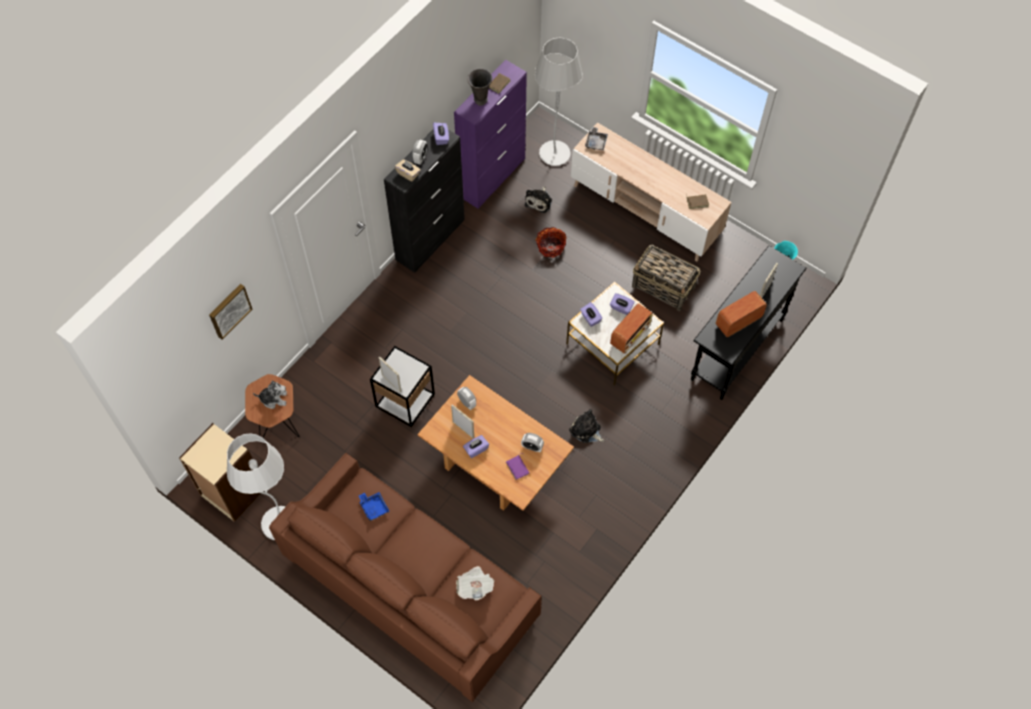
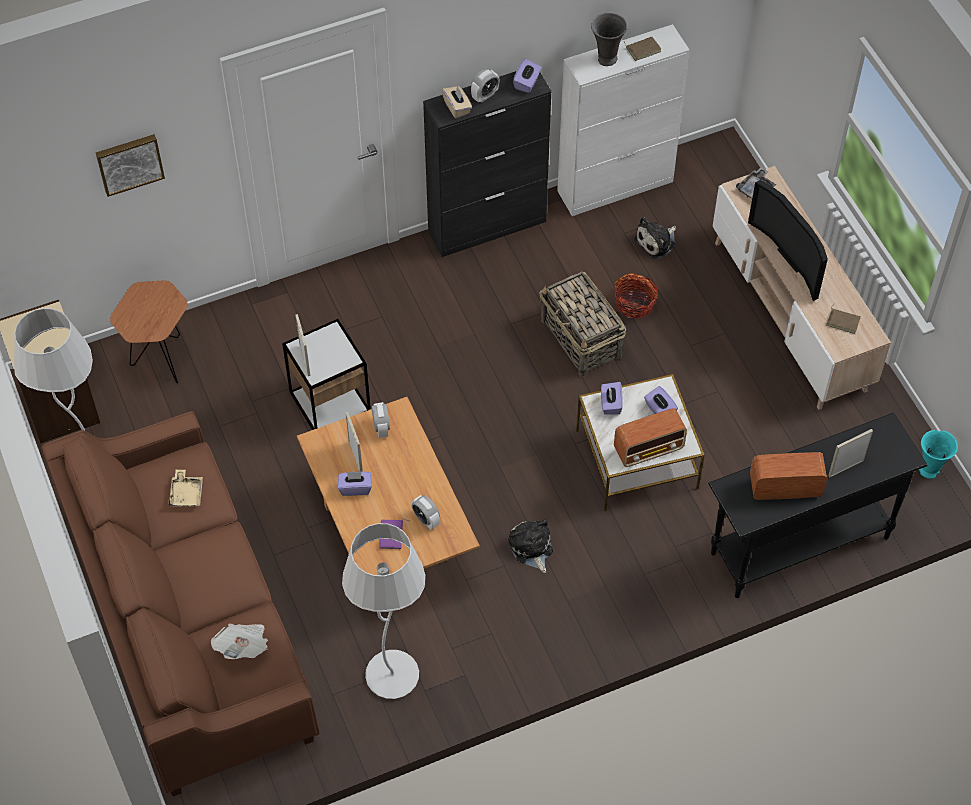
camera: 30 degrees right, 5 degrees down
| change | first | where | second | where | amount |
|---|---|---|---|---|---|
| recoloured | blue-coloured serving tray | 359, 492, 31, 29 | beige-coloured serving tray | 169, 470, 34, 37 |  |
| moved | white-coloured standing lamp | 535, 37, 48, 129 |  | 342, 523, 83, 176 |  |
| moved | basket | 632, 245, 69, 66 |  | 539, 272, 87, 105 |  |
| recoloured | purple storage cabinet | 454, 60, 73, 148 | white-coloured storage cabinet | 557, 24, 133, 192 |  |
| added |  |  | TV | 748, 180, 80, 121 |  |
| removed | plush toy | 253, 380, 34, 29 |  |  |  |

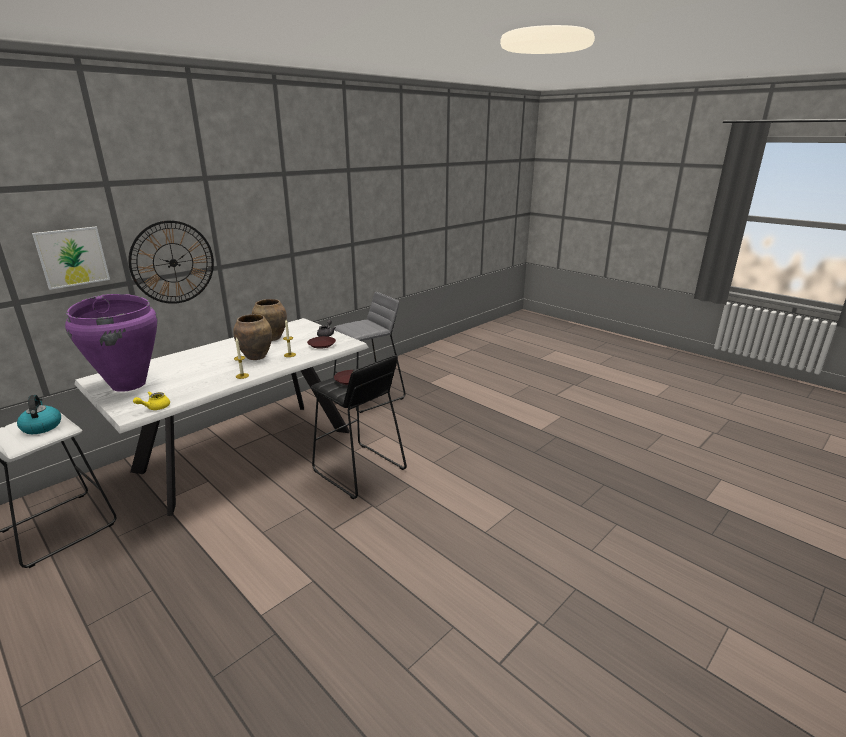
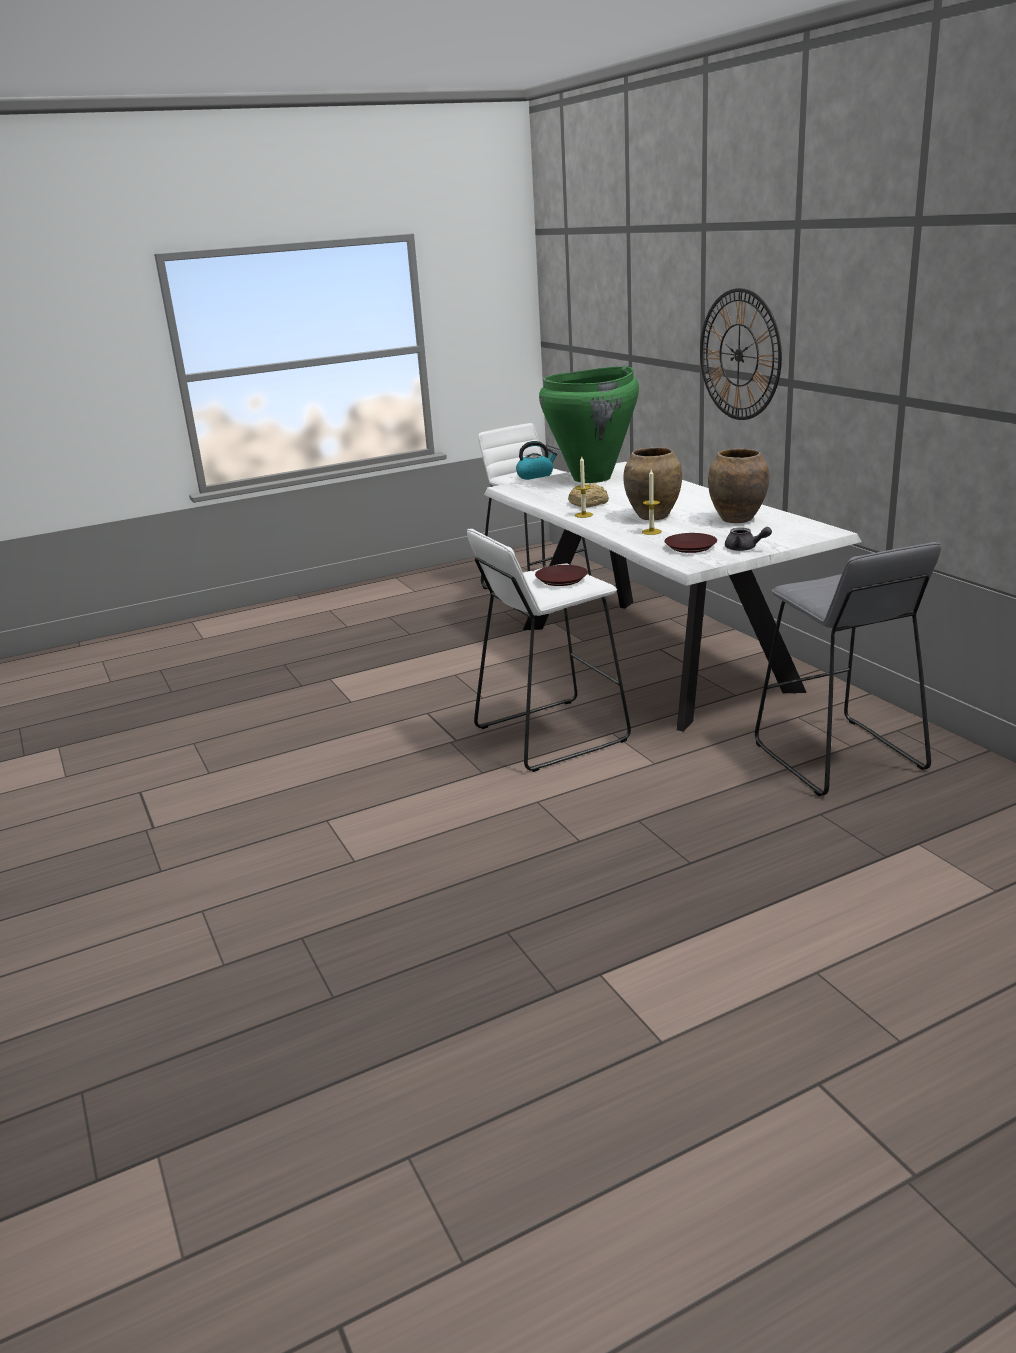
camera: 110 degrees right, 0 degrees up
| change | first | where | second | where | amount |
|---|---|---|---|---|---|
| recoloured | blackish sitting stool | 311, 355, 96, 144 | white-coloured sitting stool | 467, 529, 164, 243 |  |
| recoloured | purple vase | 65, 294, 93, 98 | greenish vase | 539, 366, 100, 117 |  |
| added |  |  | bread | 568, 483, 41, 25 |  |
| removed | picture | 32, 227, 78, 63 |  |  |  |
| removed | yellow tea pot | 133, 391, 37, 19 |  |  |  |

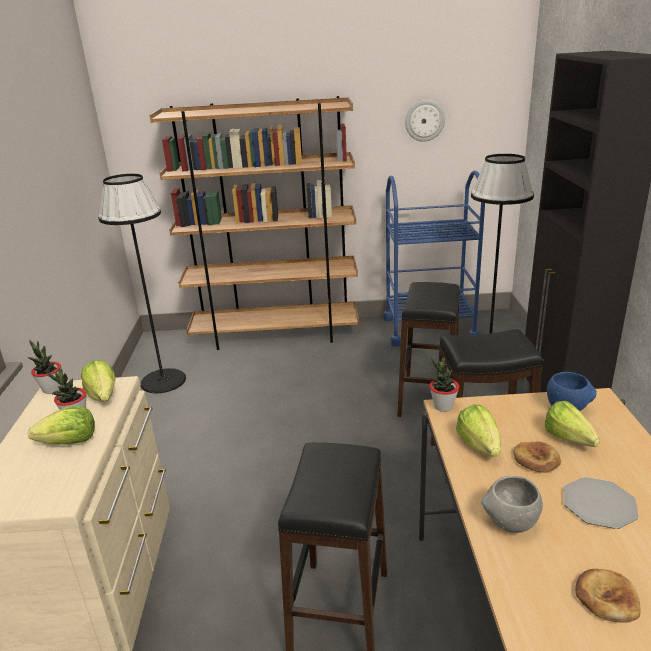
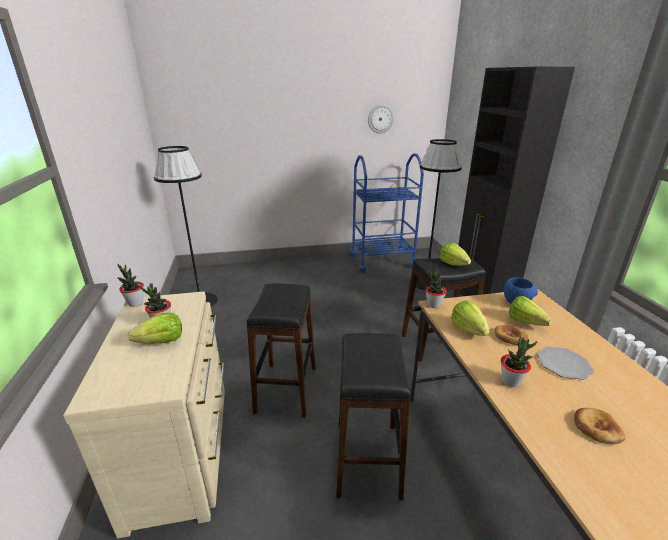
camera: 10 degrees left, 0 degrees up
| change | first | where | second | where | amount |
|---|---|---|---|---|---|
| moved | blackish sitting stool | 397, 282, 63, 135 |  | 246, 284, 70, 134 |  |
| moved | head of lettuce | 81, 360, 34, 42 |  | 440, 243, 31, 23 |  |
| replaced | gray serving bowl | 481, 476, 62, 57 | plant in a pot | 501, 336, 36, 51 |  |
| removed | brown shelving unit | 150, 96, 209, 254 |  |  |  |

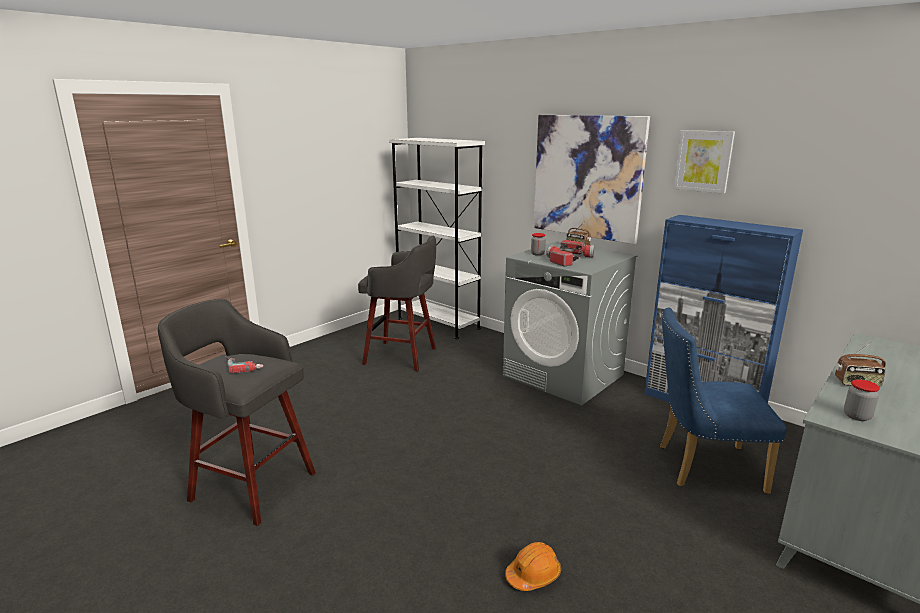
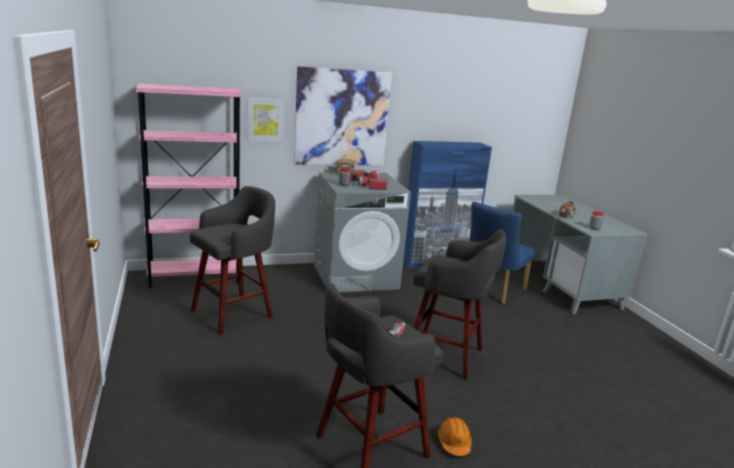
camera: 60 degrees left, 0 degrees up
| change | first | where | second | where | amount |
|---|---|---|---|---|---|
| recoloured | white-coloured shelving unit | 389, 138, 96, 201 | pink-coloured shelving unit | 136, 83, 106, 205 |  |
| moved | picture | 674, 130, 61, 64 |  | 247, 98, 38, 44 |  |
| added |  |  | gray sitting stool | 413, 230, 93, 150 |  |
| moved | orange hard hat | 505, 542, 56, 49 |  | 438, 417, 34, 39 |  |

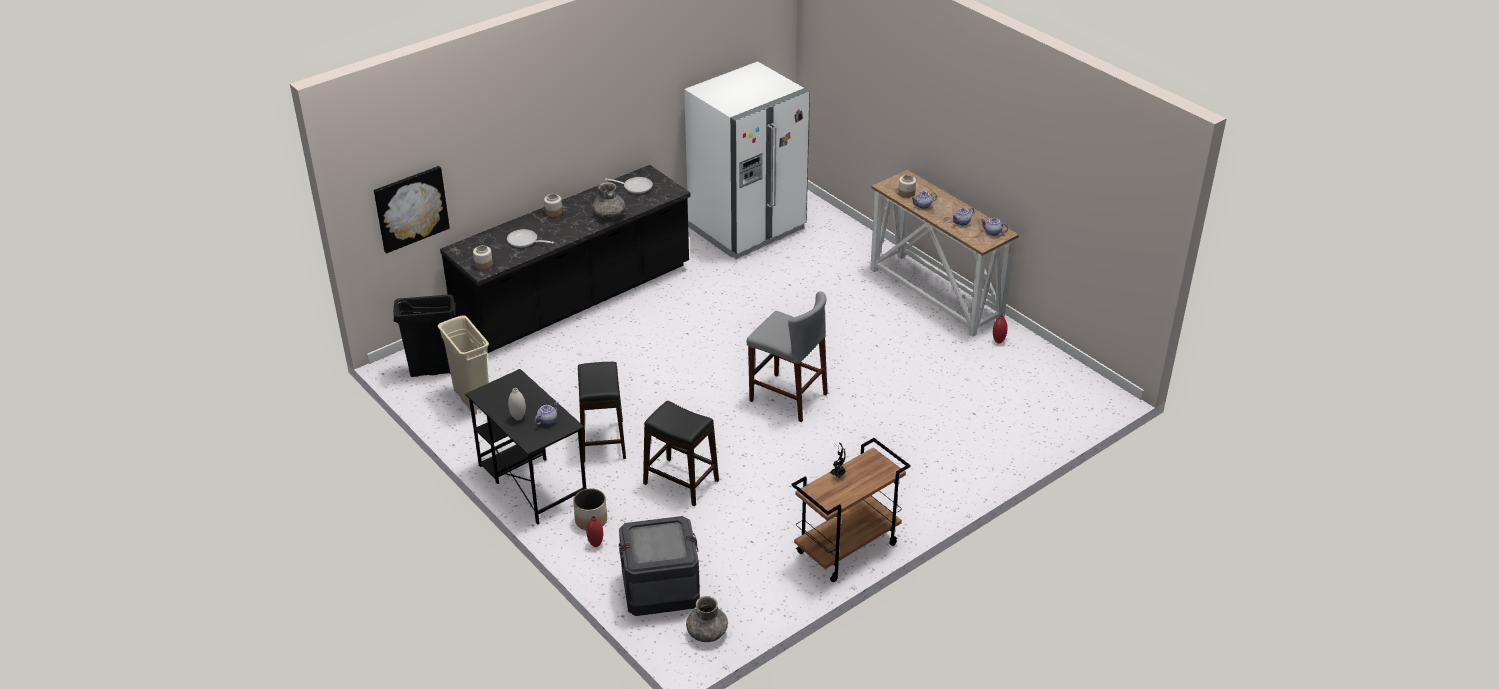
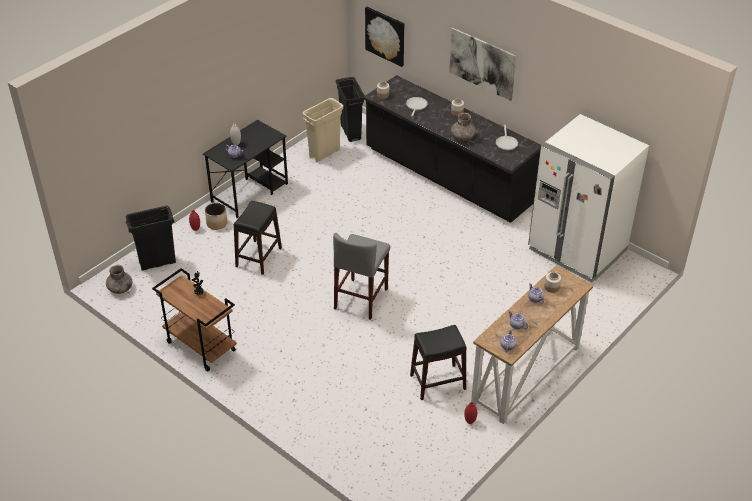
camera: 80 degrees right, 5 degrees up
| change | first | where | second | where | amount |
|---|---|---|---|---|---|
| replaced | crate | 619, 516, 81, 100 | blackish rubbish bin | 126, 206, 50, 65 |  |
| moved | blackish sitting stool | 578, 362, 48, 100 |  | 410, 325, 56, 75 |  |
| added |  |  | picture | 449, 28, 67, 73 |  |

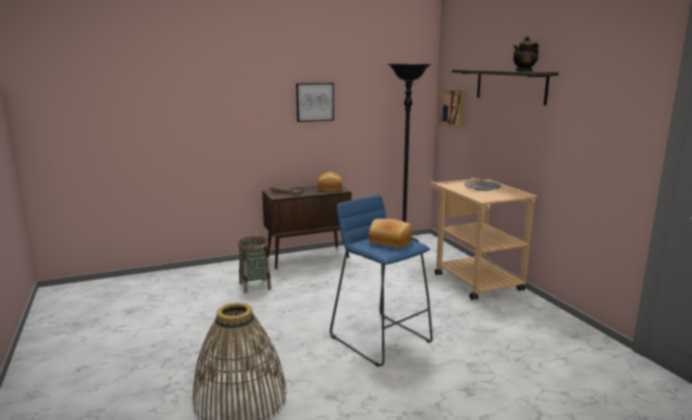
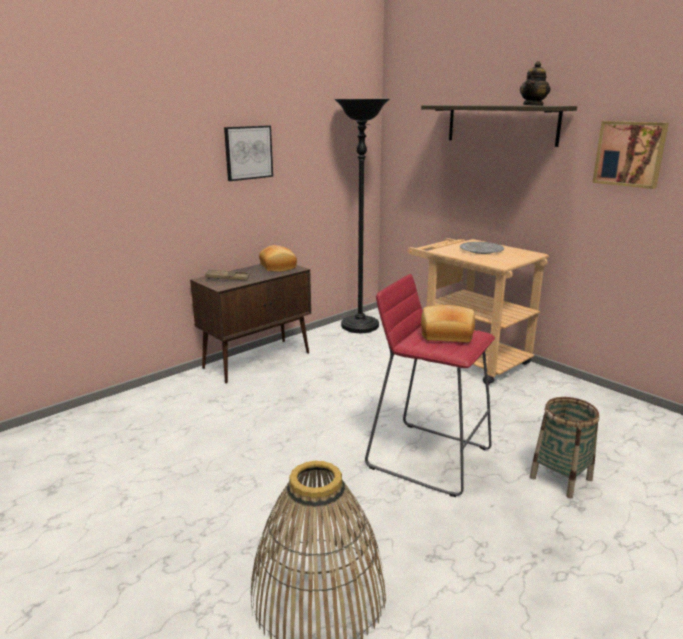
camera: 20 degrees left, 5 degrees up
| change | first | where | second | where | amount |
|---|---|---|---|---|---|
| recoloured | blue-coloured sitting stool | 330, 195, 103, 172 | red sitting stool | 365, 274, 130, 223 |  |
| moved | basket | 238, 236, 33, 58 |  | 530, 397, 70, 101 |  |
| moved | picture | 439, 88, 26, 40 |  | 592, 121, 77, 68 |  |

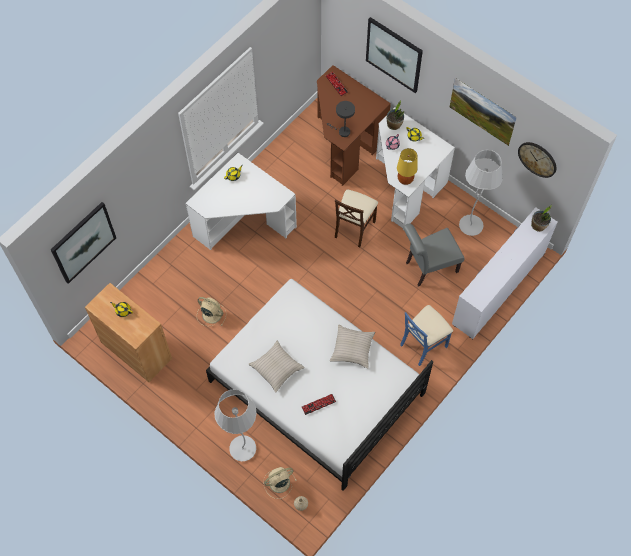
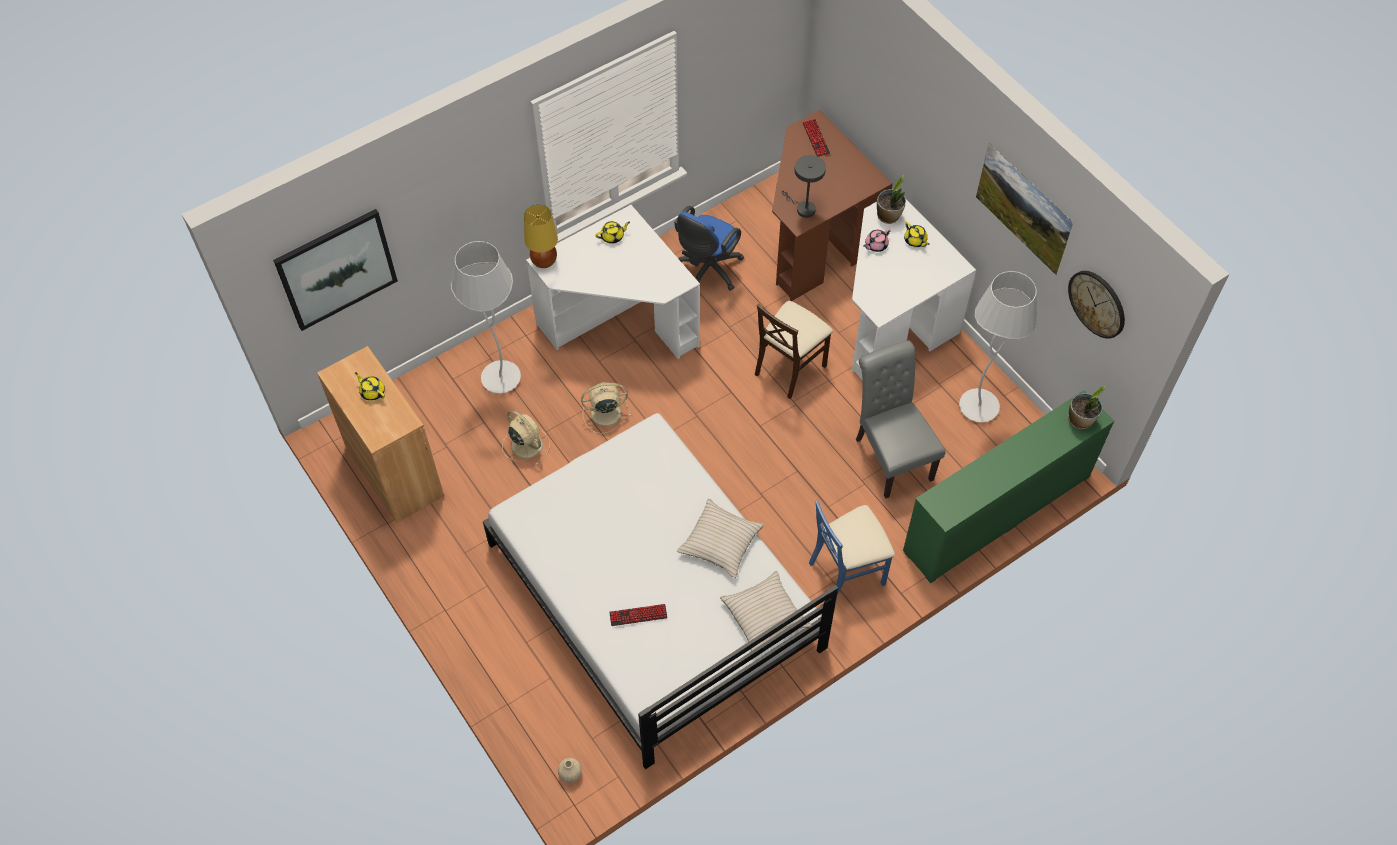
camera: 15 degrees right, 5 degrees down
| change | first | where | second | where | amount |
|---|---|---|---|---|---|
| moved | white-coloured standing lamp | 214, 389, 43, 72 |  | 451, 241, 70, 153 |  |
| moved | yellow tabletop lamp | 397, 148, 20, 37 |  | 524, 205, 34, 63 |  |
| moved | beige-coloured fan | 264, 467, 33, 32 |  | 581, 383, 50, 51 |  |
| added |  |  | blue-coloured computer chair | 674, 206, 70, 85 |  |
| moved | beige-coloured throw pillow | 249, 341, 56, 52 |  | 720, 571, 91, 80 |  |
| turned | gray upright chair | 403, 223, 62, 64 |  | 856, 340, 90, 158 | 75 degrees clockwise |
| recoloured | white-coloured drawer chest | 452, 207, 106, 132 | greenish drawer chest | 903, 390, 212, 193 |  |
| removed | picture | 366, 17, 57, 76 |  |  |  |

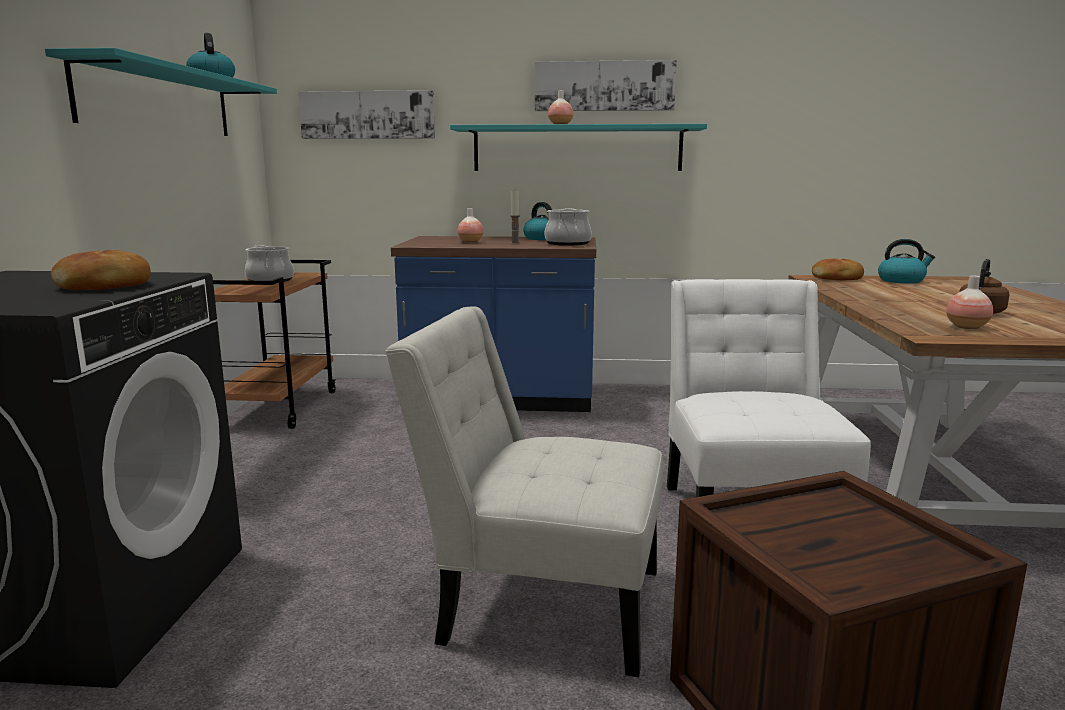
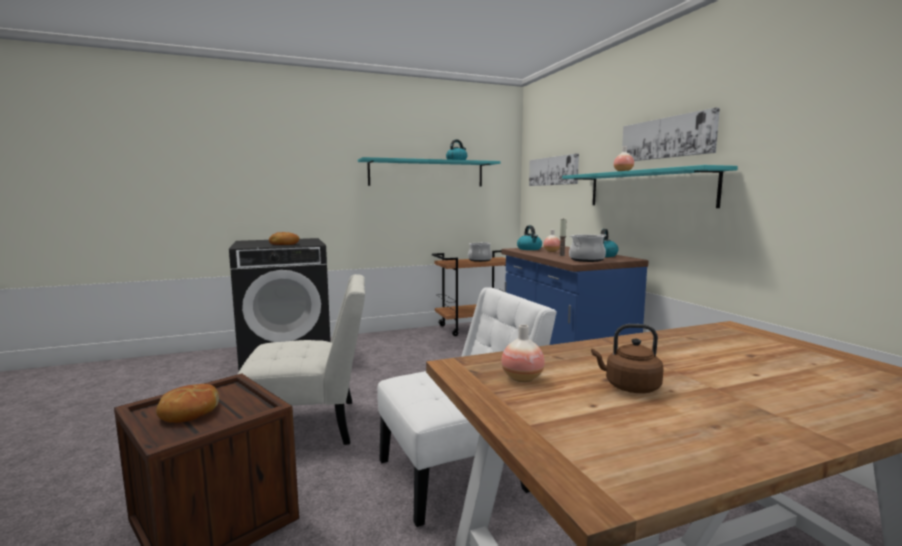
camera: 65 degrees right, 5 degrees down
| change | first | where | second | where | amount |
|---|---|---|---|---|---|
| moved | bread | 812, 258, 52, 22 |  | 156, 384, 63, 39 |  |
| turned | white-coloured upright chair | 385, 307, 278, 370 |  | 237, 274, 128, 171 | 90 degrees clockwise |
| moved | water kettle | 878, 239, 57, 45 |  | 517, 225, 25, 25 |  |

